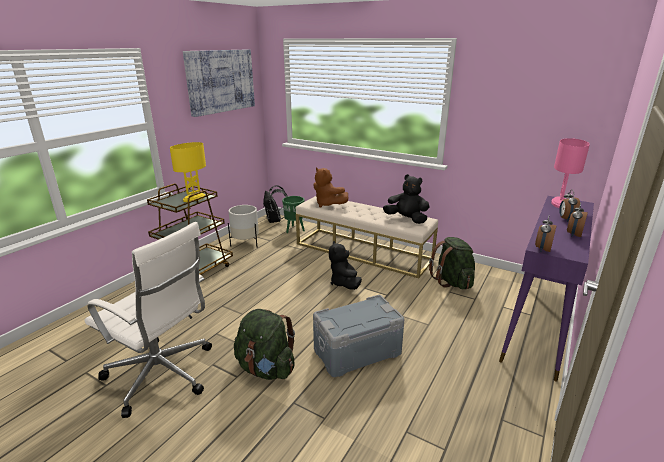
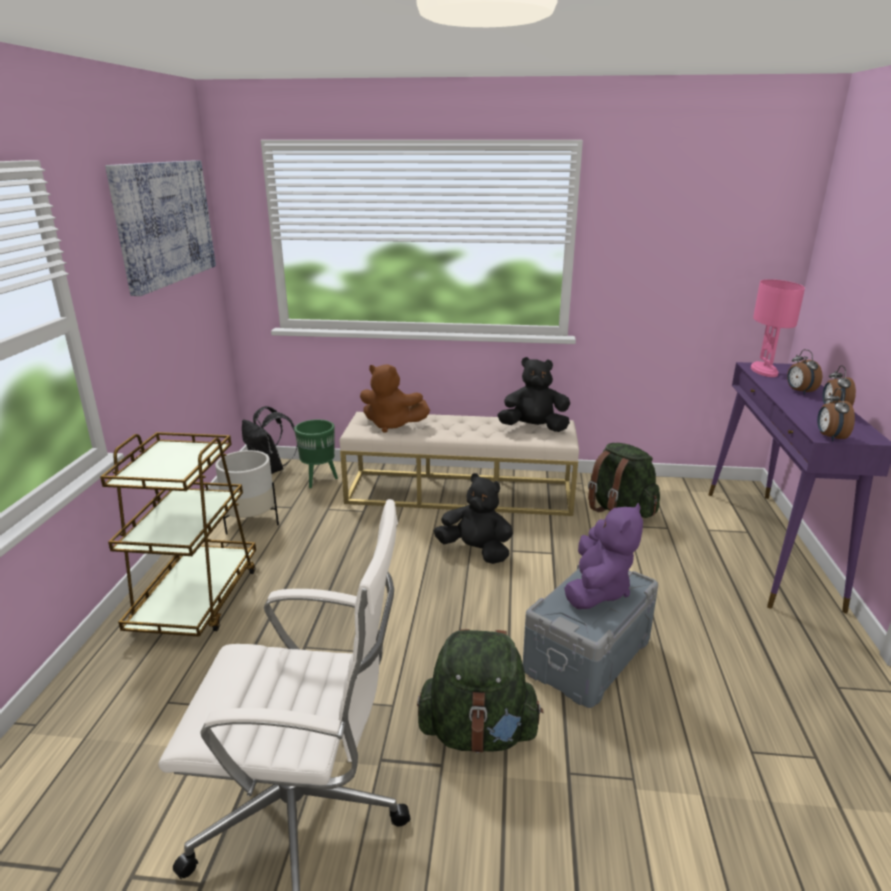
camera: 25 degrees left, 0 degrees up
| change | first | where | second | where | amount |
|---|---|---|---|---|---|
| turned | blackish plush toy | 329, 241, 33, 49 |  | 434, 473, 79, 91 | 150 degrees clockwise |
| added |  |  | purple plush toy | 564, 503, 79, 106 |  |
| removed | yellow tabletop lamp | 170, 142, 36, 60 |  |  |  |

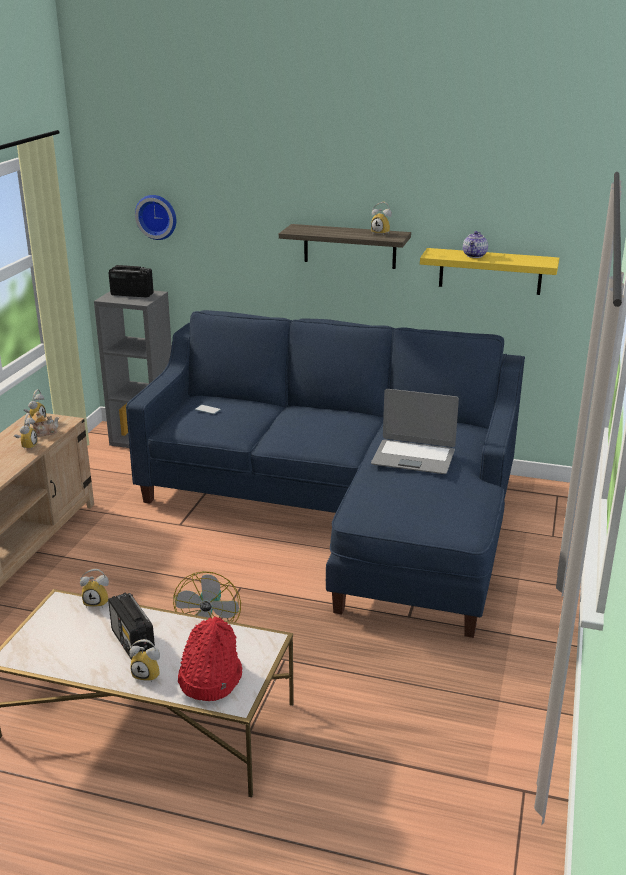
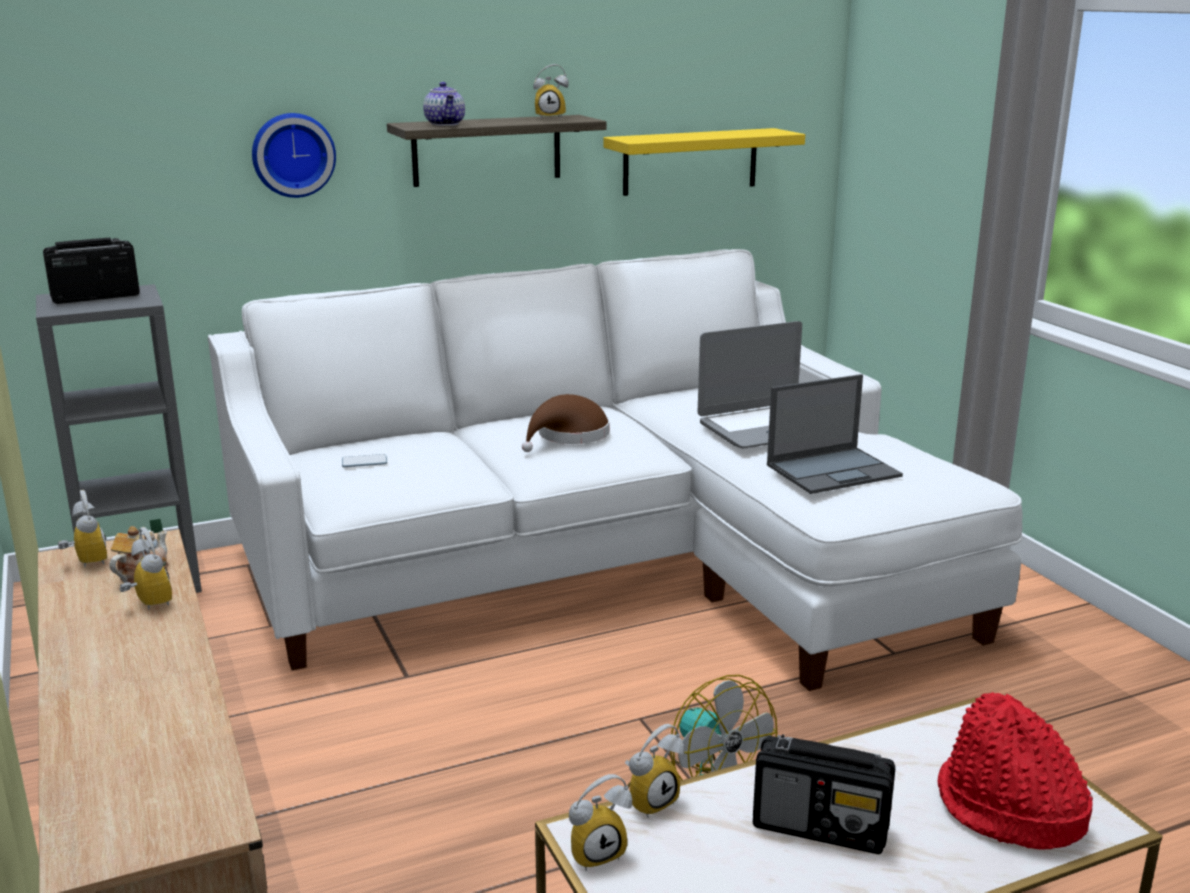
camera: 40 degrees left, 5 degrees down
| change | first | where | second | where | amount |
|---|---|---|---|---|---|
| recoloured | blue-coloured sofa | 126, 310, 399, 328 | white-coloured sofa | 208, 249, 815, 442 |  |
| moved | clock on the wall | 135, 195, 41, 45 |  | 252, 113, 84, 85 |  |
| moved | tea pot | 463, 231, 25, 27 |  | 423, 82, 42, 44 |  |
| added |  |  | brown hat | 522, 394, 88, 58 |  |
| moved | alarm clock | 129, 639, 31, 44 |  | 569, 774, 63, 97 |  |
| added |  |  | portable computer | 767, 374, 136, 120 |  |

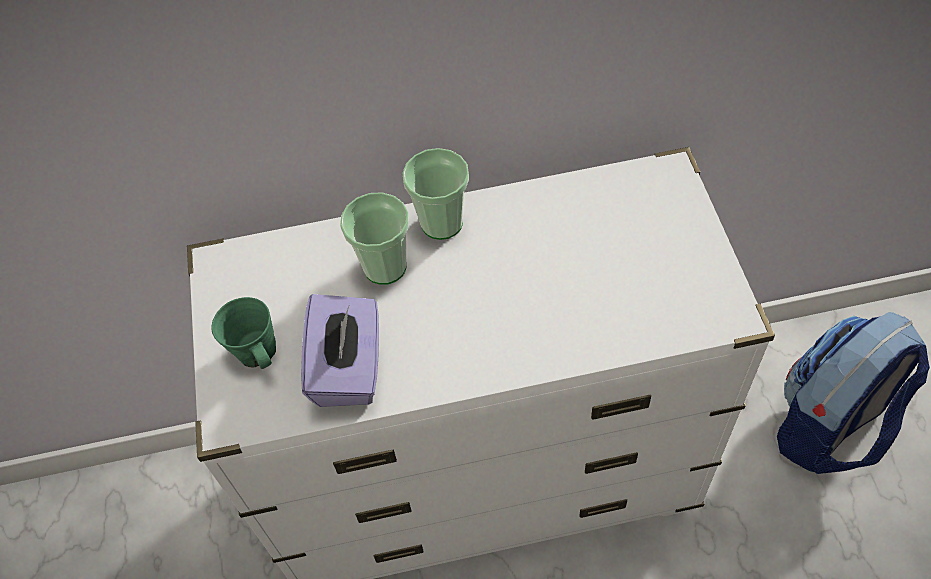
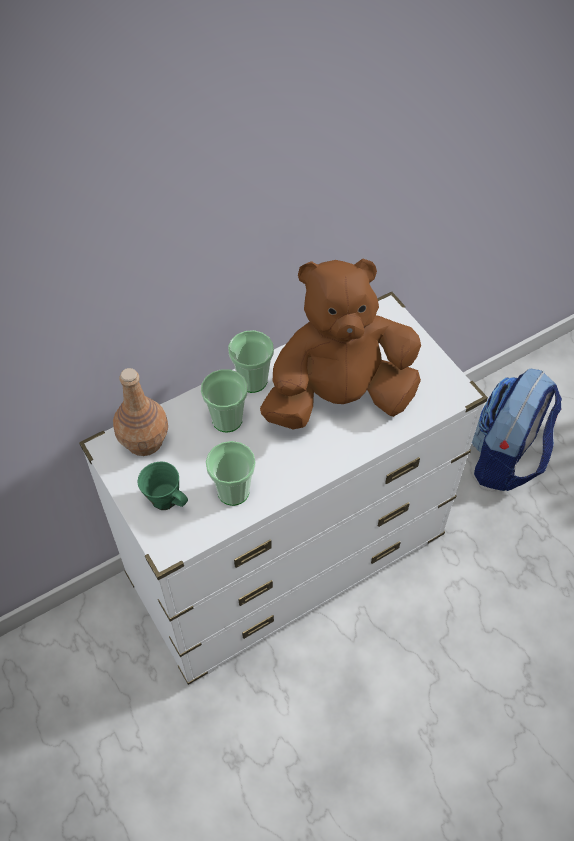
camera: 25 degrees left, 0 degrees up
| change | first | where | second | where | amount |
|---|---|---|---|---|---|
| added |  |  | brown drink bottle | 113, 368, 55, 88 |  |
| replaced | purple tissue box | 301, 294, 78, 113 | drinking cup | 206, 441, 50, 65 |  |
| added |  |  | brown plush toy | 260, 259, 161, 170 |  |

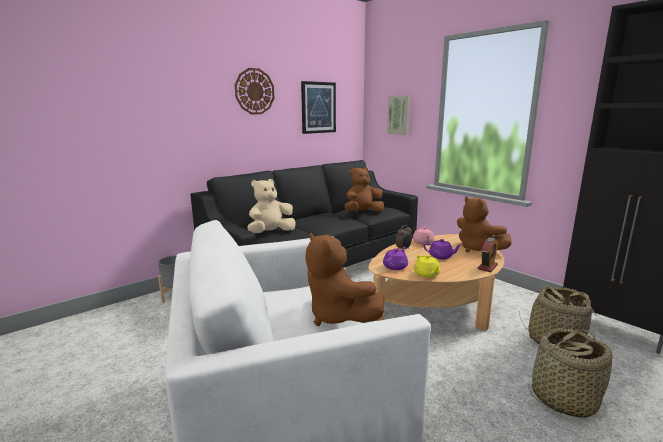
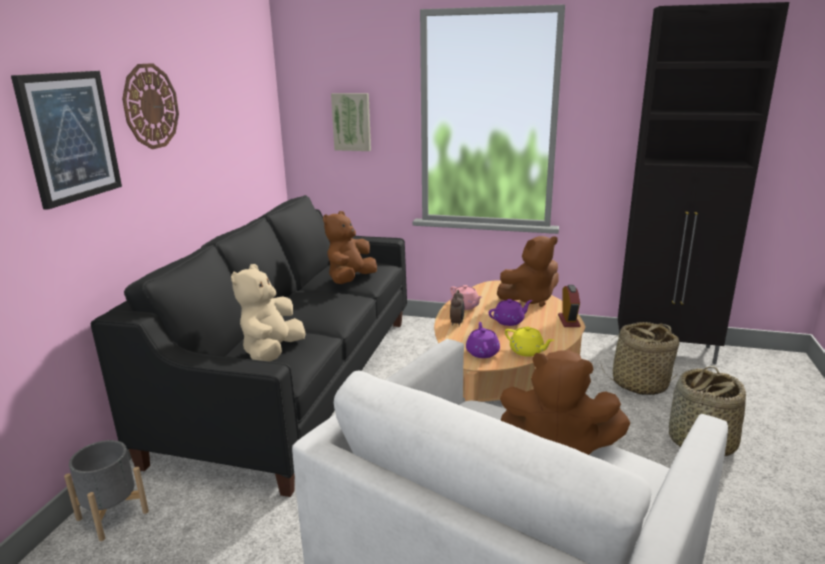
camera: 35 degrees left, 5 degrees up
| change | first | where | second | where | amount |
|---|---|---|---|---|---|
| moved | picture | 301, 81, 35, 53 |  | 11, 71, 111, 139 |  |
| turned | brown plush toy | 457, 197, 55, 56 |  | 497, 236, 62, 71 | 45 degrees counterclockwise |

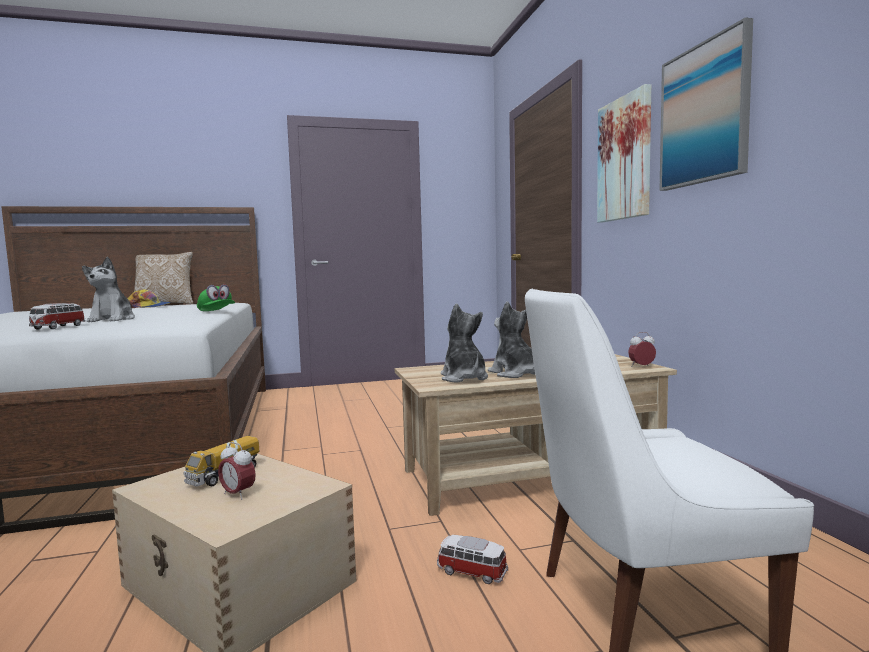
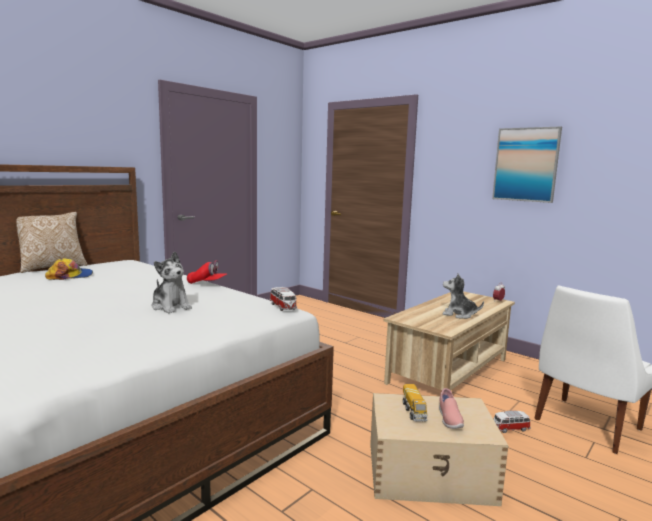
camera: 35 degrees left, 5 degrees up
| change | first | where | second | where | amount |
|---|---|---|---|---|---|
| recoloured | greenish cap | 197, 284, 38, 27 | red cap | 187, 260, 40, 24 |  |
| moved | model car | 29, 303, 57, 27 |  | 270, 287, 27, 24 |  |
| replaced | alarm clock | 218, 442, 38, 58 | pink-coloured shoe | 439, 388, 25, 41 |  |
| removed | plush toy | 441, 304, 47, 79 |  |  |  |
| removed | picture | 597, 84, 54, 138 |  |  |  |

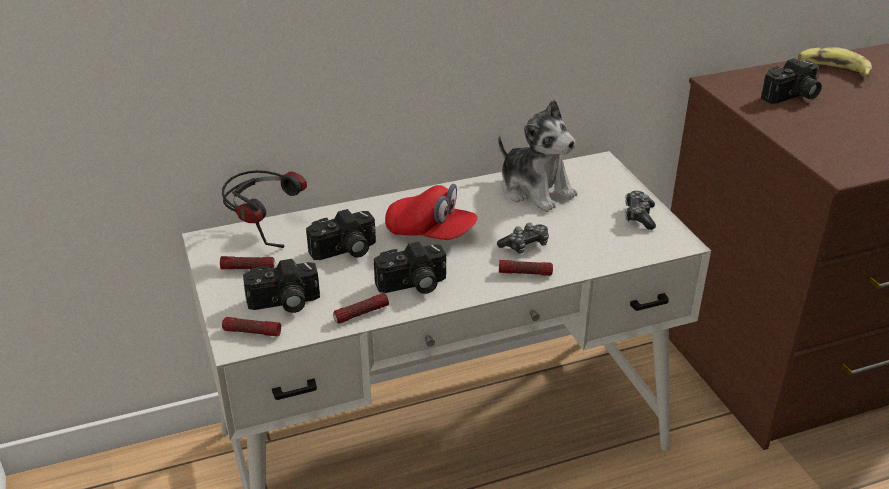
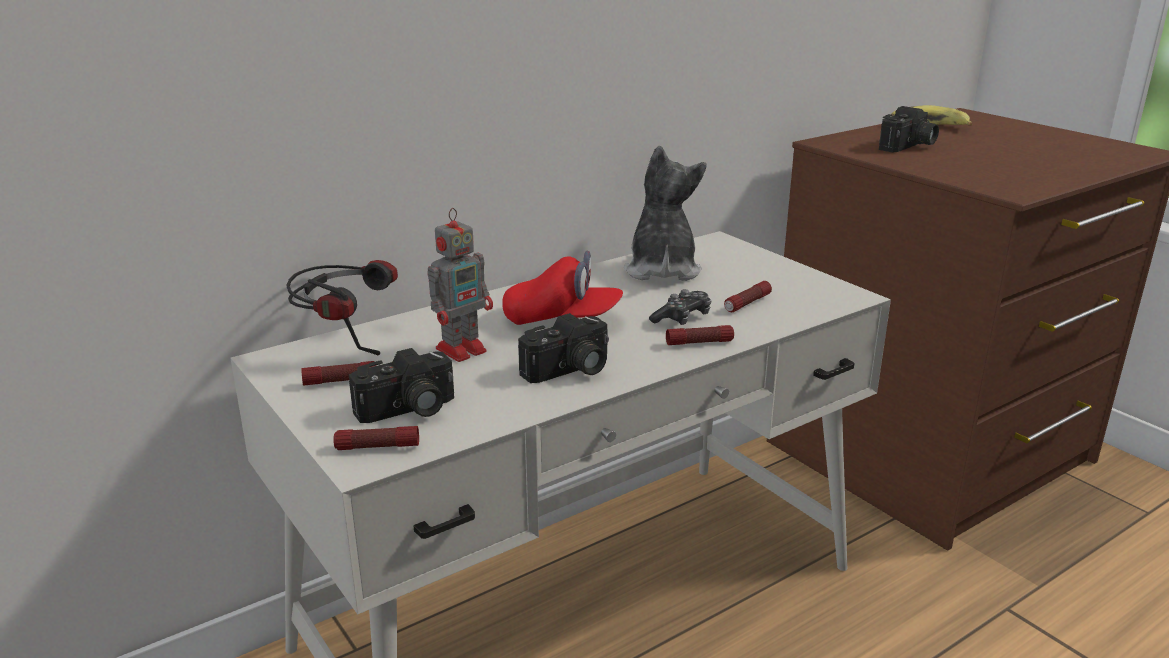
camera: 15 degrees left, 10 degrees down
| change | first | where | second | where | amount |
|---|---|---|---|---|---|
| replaced | photo camera | 306, 209, 70, 51 | model robot | 428, 208, 65, 154 |  |
| turned | plush toy | 498, 100, 79, 112 |  | 624, 145, 82, 136 | 120 degrees counterclockwise |
| moved | flashlight | 333, 293, 56, 31 |  | 724, 281, 48, 31 |  |
| removed | joypad | 625, 191, 31, 39 |  |  |  |

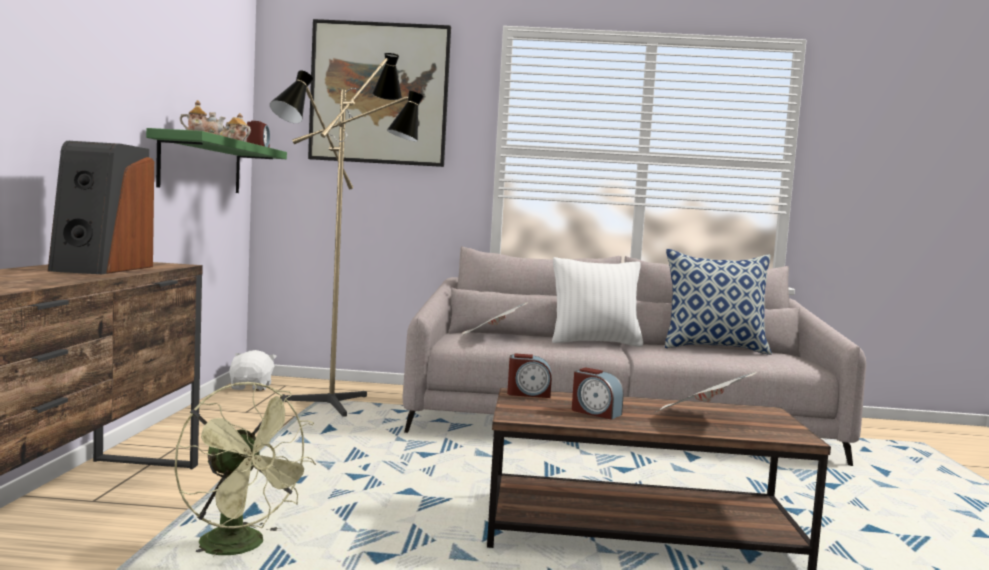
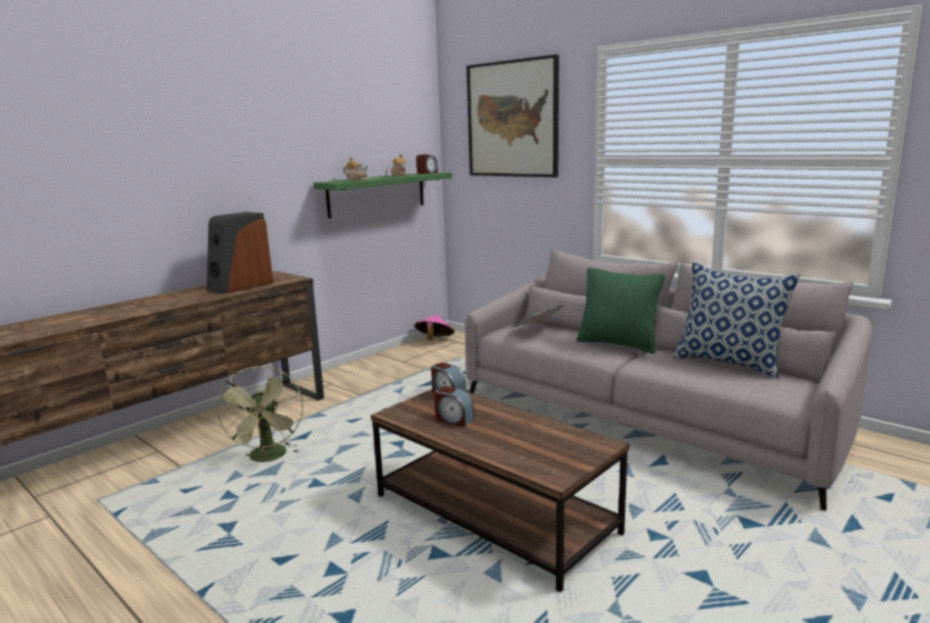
camera: 40 degrees right, 10 degrees up
| change | first | where | second | where | amount |
|---|---|---|---|---|---|
| replaced | white-coloured plush toy | 229, 350, 48, 41 | pink-coloured hat | 415, 314, 39, 26 |  |
| turned | alarm clock | 572, 367, 52, 53 |  | 434, 386, 40, 41 | 45 degrees counterclockwise |
| recoloured | white-coloured throw pillow | 552, 257, 91, 90 | greenish throw pillow | 577, 267, 89, 87 |  |
| removed | standing lamp | 270, 53, 154, 364 |  |  |  |
| removed | printed paper | 653, 372, 104, 41 |  |  |  |

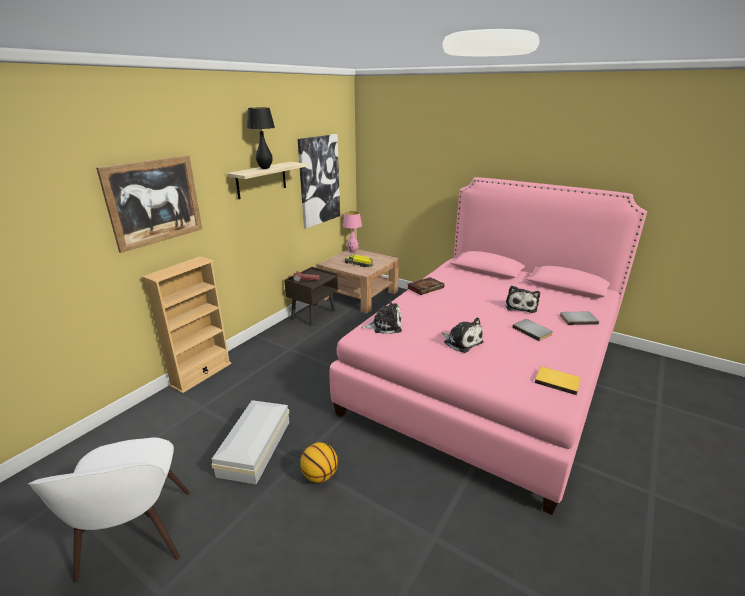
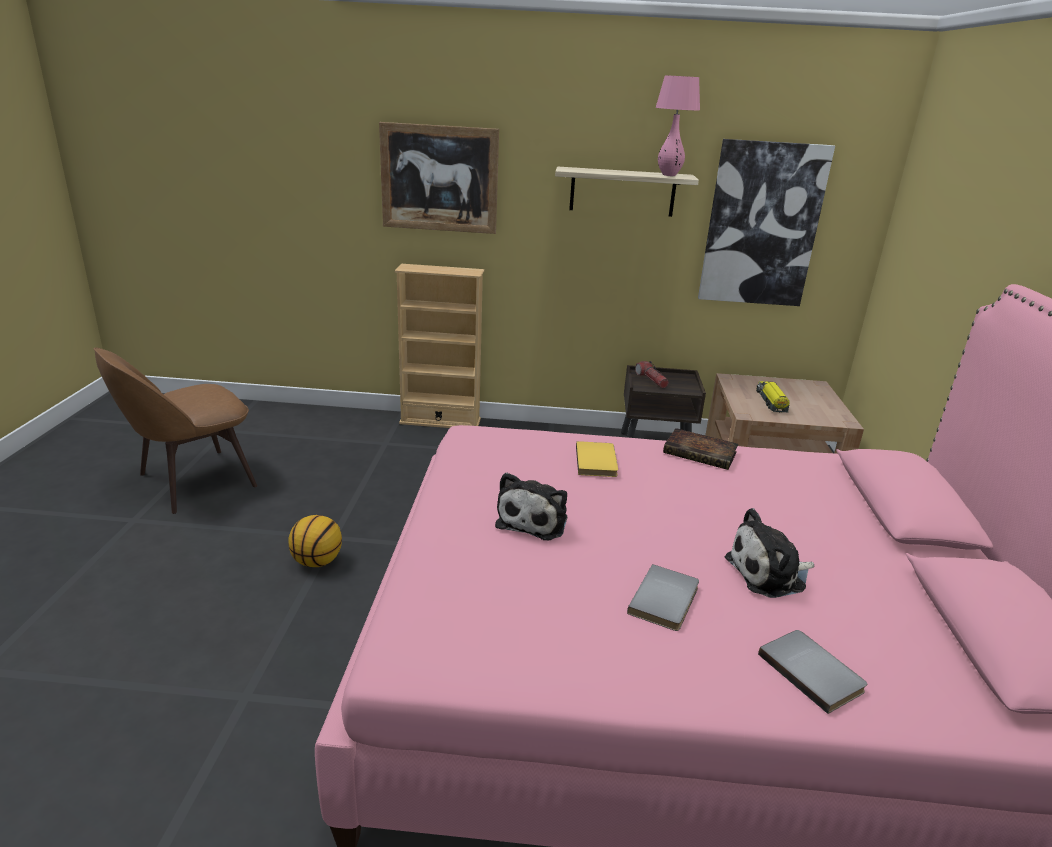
camera: 60 degrees right, 0 degrees up
| change | first | where | second | where | amount |
|---|---|---|---|---|---|
| recoloured | white-coloured upright chair | 28, 437, 162, 146 | brown upright chair | 93, 347, 164, 167 |  |
| moved | yellow book | 535, 367, 46, 28 |  | 576, 441, 42, 36 |  |
| moved | pink-coloured tabletop lamp | 343, 211, 19, 42 |  | 655, 75, 45, 101 |  |
| removed | white-coloured storage container | 211, 400, 78, 85 |  |  |  |
| removed | blackish tabletop lamp | 247, 108, 28, 61 |  |  |  |
| removed | plush toy | 361, 299, 41, 35 |  |  |  |

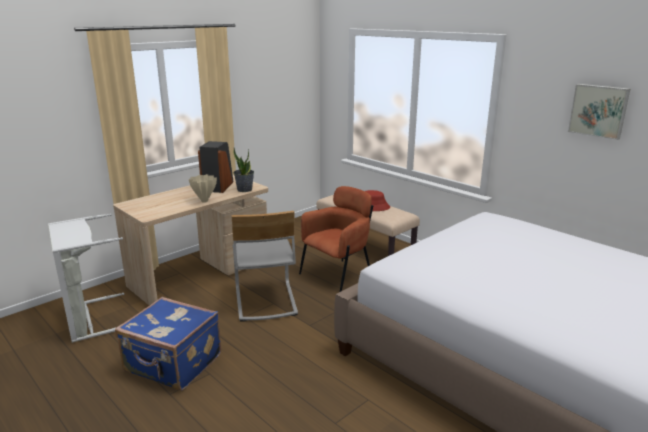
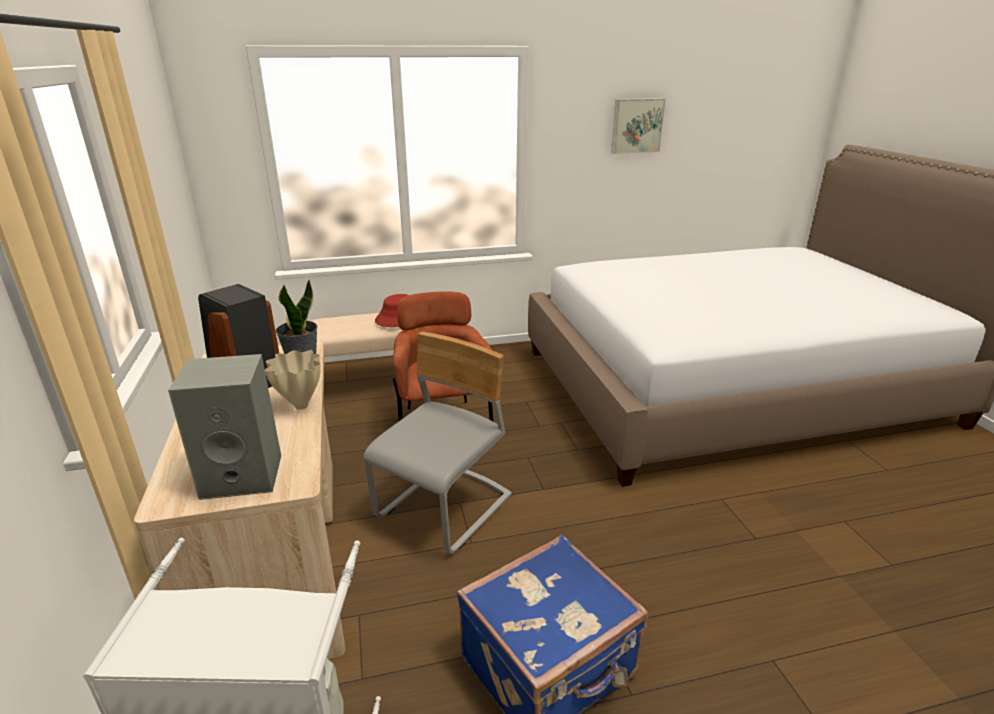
camera: 60 degrees left, 5 degrees up
| change | first | where | second | where | amount |
|---|---|---|---|---|---|
| added |  |  | gray audio speaker | 168, 354, 113, 146 |  |
| turned | gray upright chair | 231, 211, 67, 110 |  | 363, 332, 149, 222 | 75 degrees counterclockwise |

